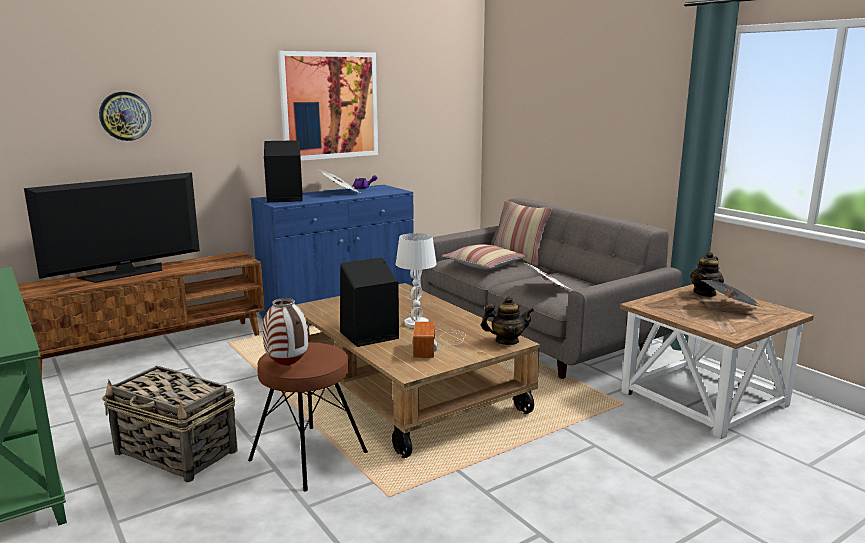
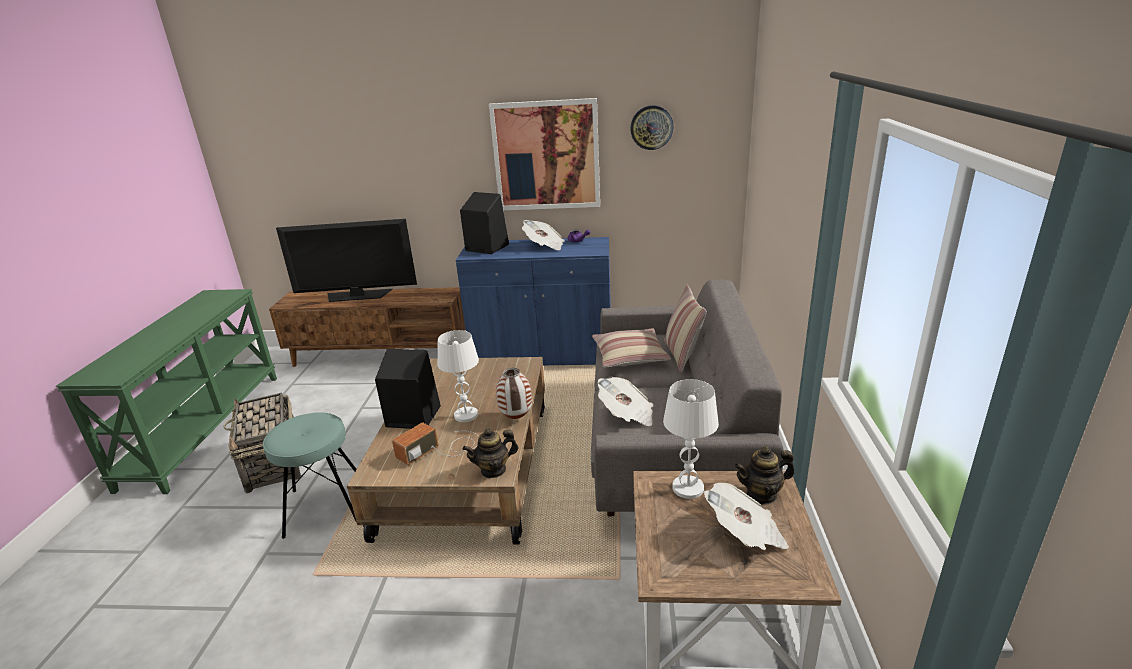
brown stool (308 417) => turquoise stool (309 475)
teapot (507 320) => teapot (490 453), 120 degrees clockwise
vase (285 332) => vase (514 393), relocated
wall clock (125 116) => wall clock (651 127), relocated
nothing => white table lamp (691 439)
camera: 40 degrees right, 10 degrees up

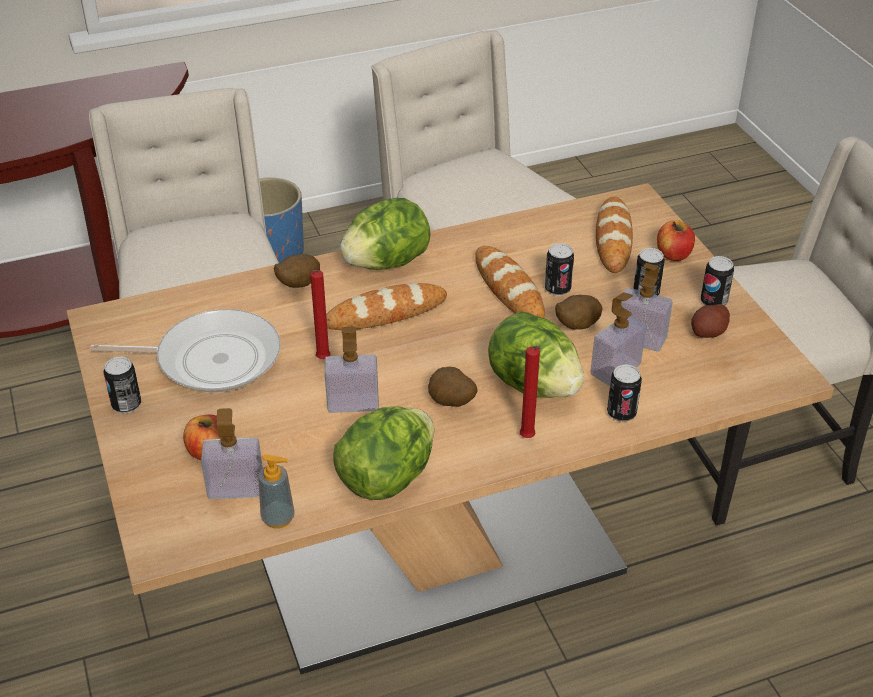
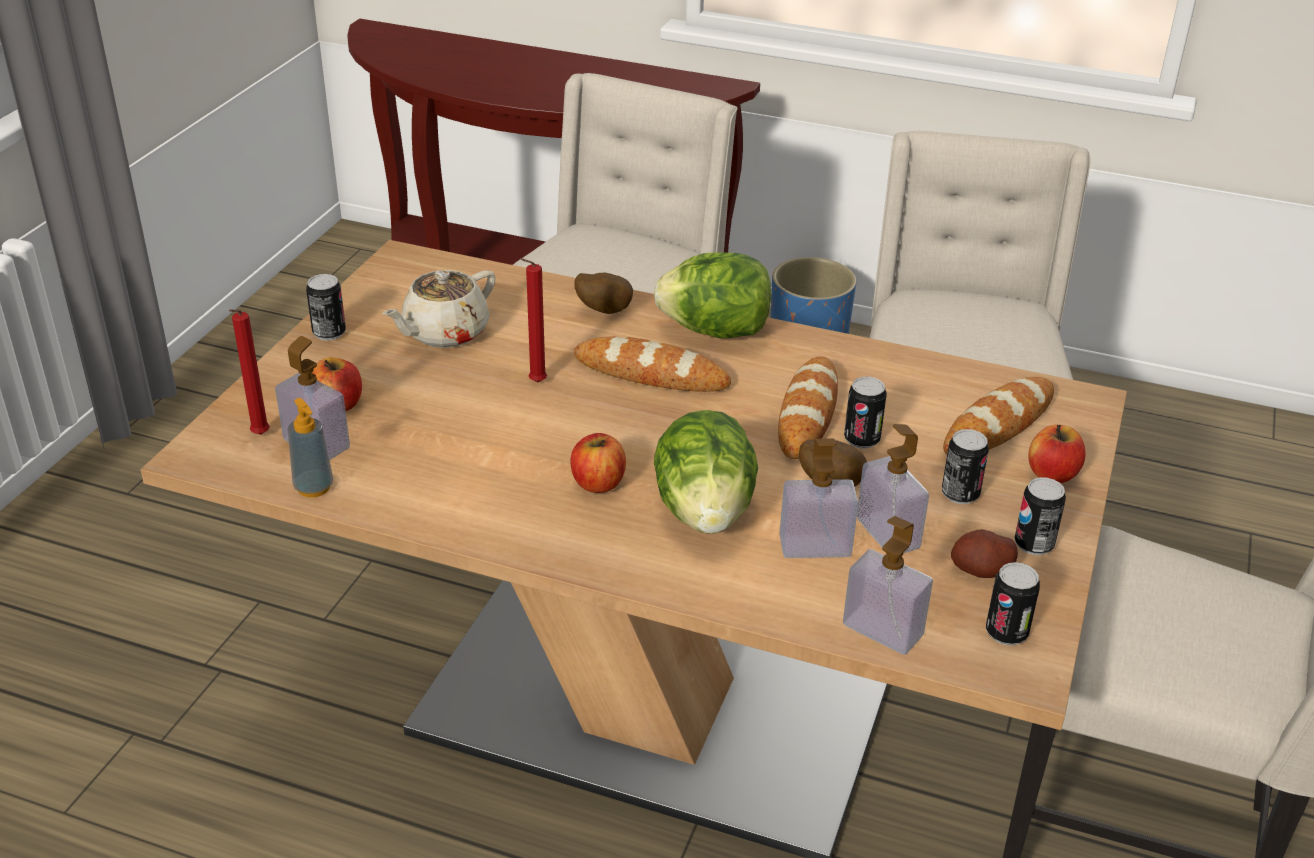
red candle (530 392) => red candle (249 372), relocated
frying pan (185 350) => beige teapot (439 309)
potato (452 387) => apple (598 463)
soap dispenser (352 370) => soap dispenser (888 585), relocated
can (624 393) => can (1013 603), relocated
lettuce (383 453) => nothing
camera: 40 degrees right, 5 degrees down

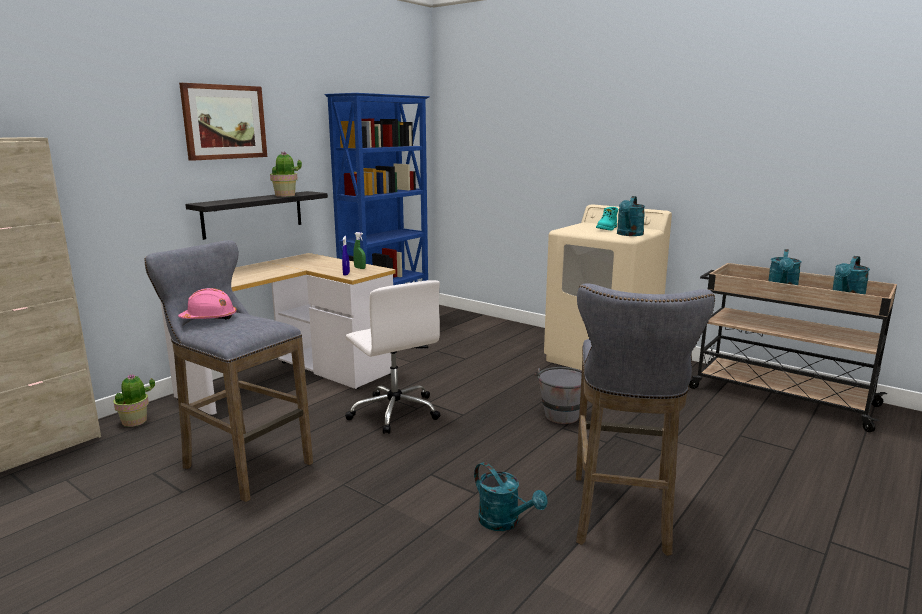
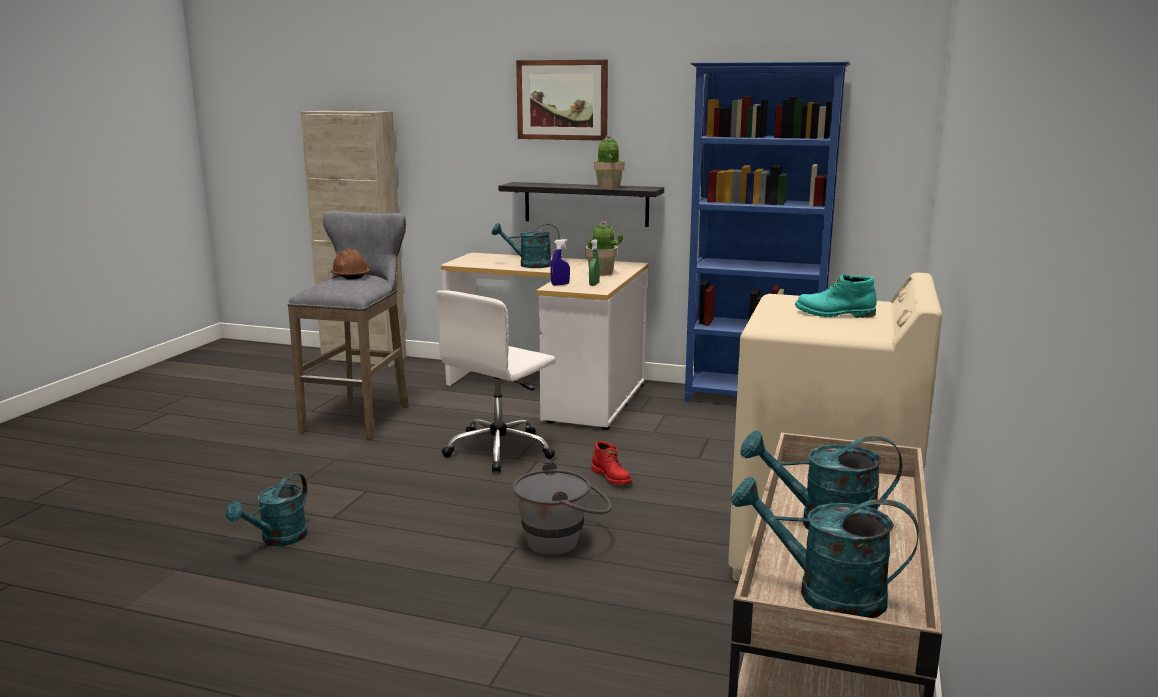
pink hard hat (207 304) => brown hard hat (349 264)
turquoise watering can (631 216) => turquoise watering can (526 245), relocated
potted plant (134 400) => potted plant (604 249), relocated
nothing => red boot (611 462)
grey stool (645 419) => nothing
camera: 70 degrees right, 0 degrees up

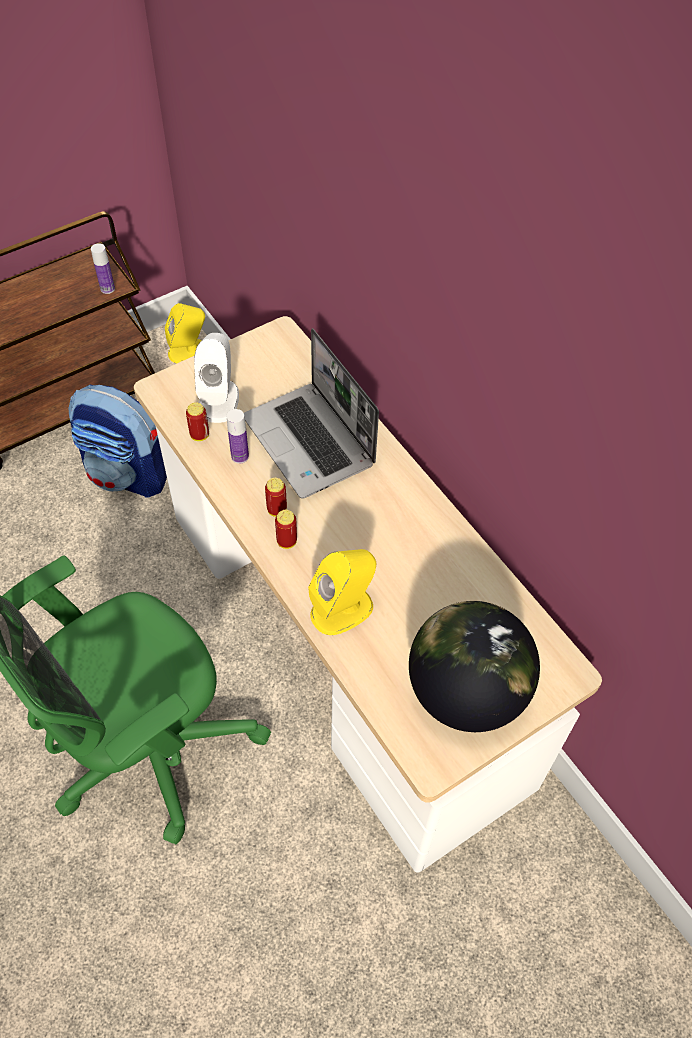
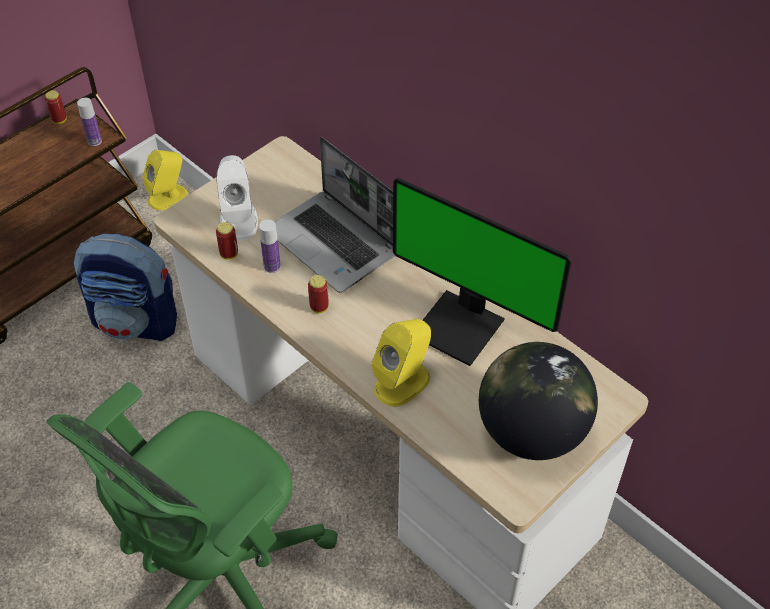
can (286 529) => can (56 107), relocated
nothing => monitor (482 272)
camera: 10 degrees left, 5 degrees down

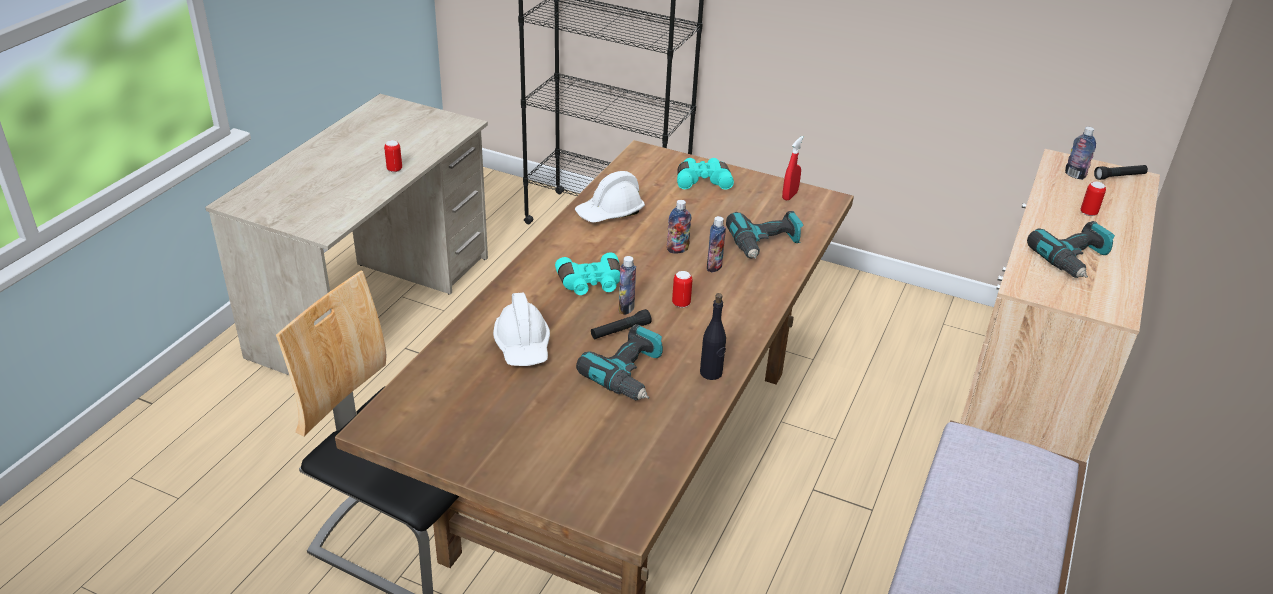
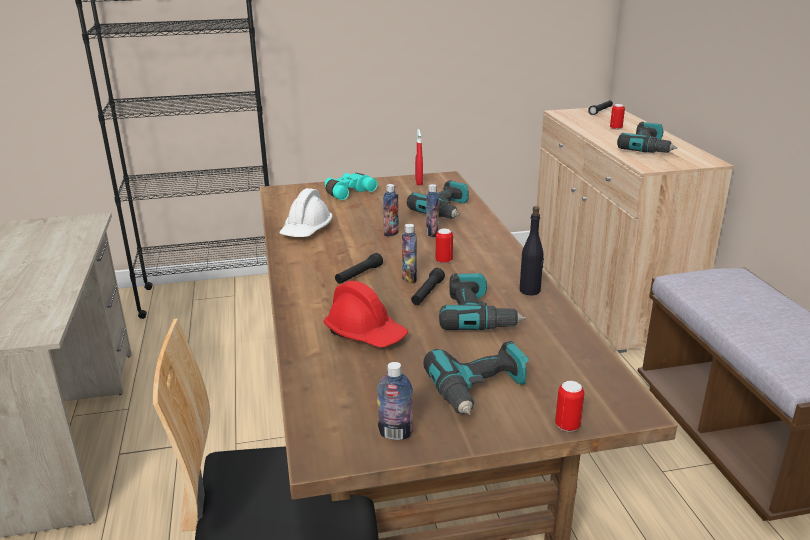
white hard hat (521 329) => red hard hat (365 314)
turquoise binoculars (587 273) => black flashlight (359 268)
bottle (1080 153) => bottle (395 401), relocated
nothing => power drill (476 378)
can (393 156) => can (569 406), relocated
camera: 35 degrees left, 10 degrees down

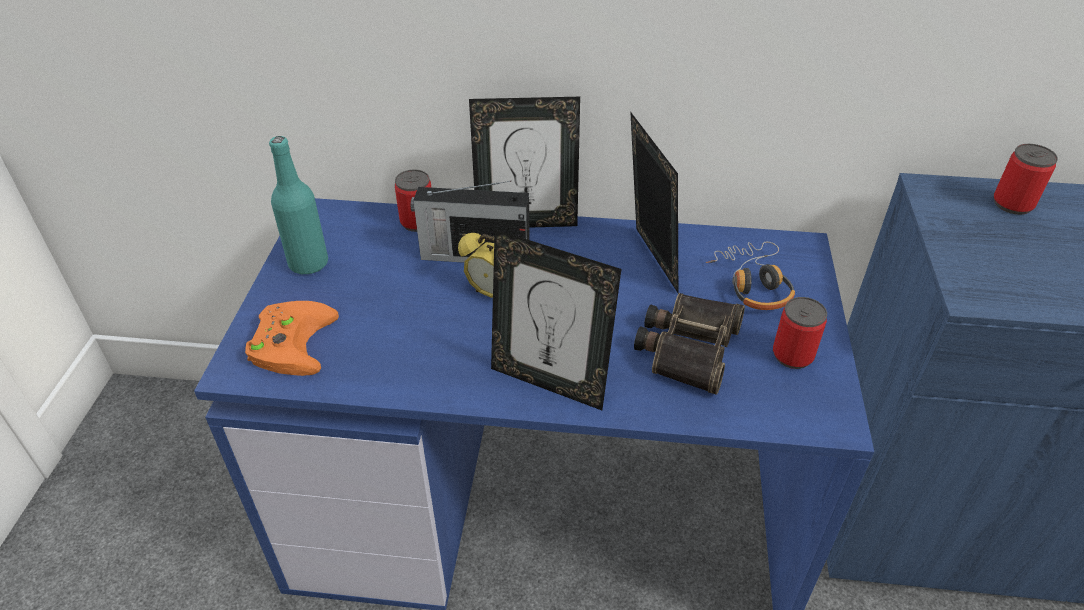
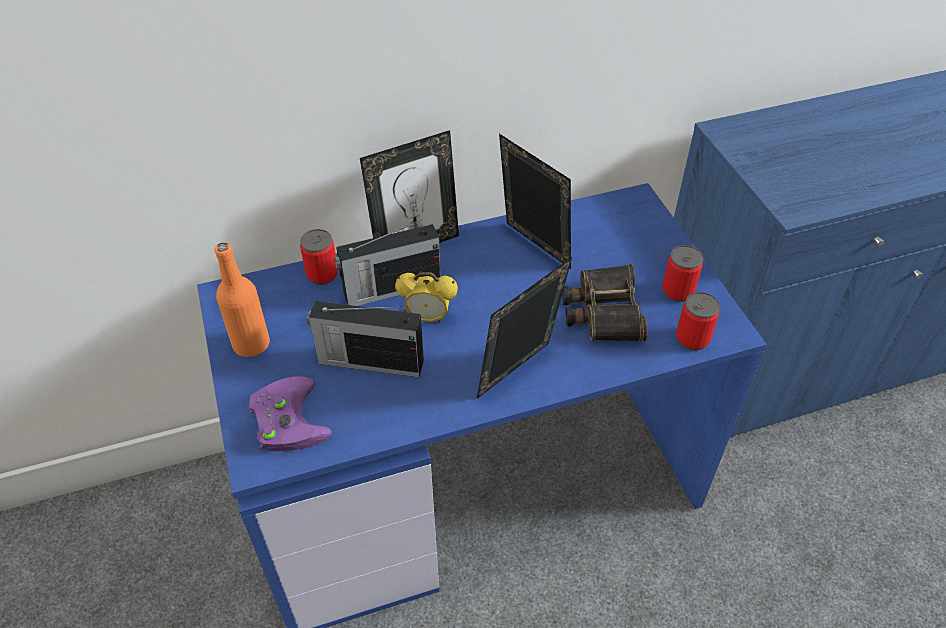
turquoise bottle (298 205) => orange bottle (242 299)
orange game controller (292 338) => purple game controller (290 413)
nothing => radio (365 339)
picture frame (556 320) => picture frame (524 328), 135 degrees clockwise
can (1026 179) => can (698 321), relocated
headphones (750 276) => nothing
camera: 25 degrees left, 5 degrees up

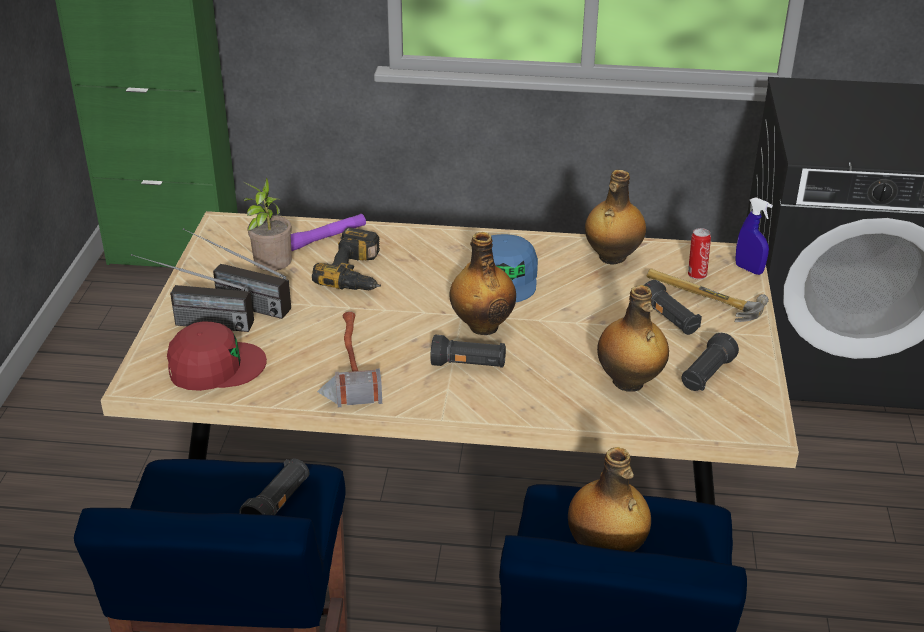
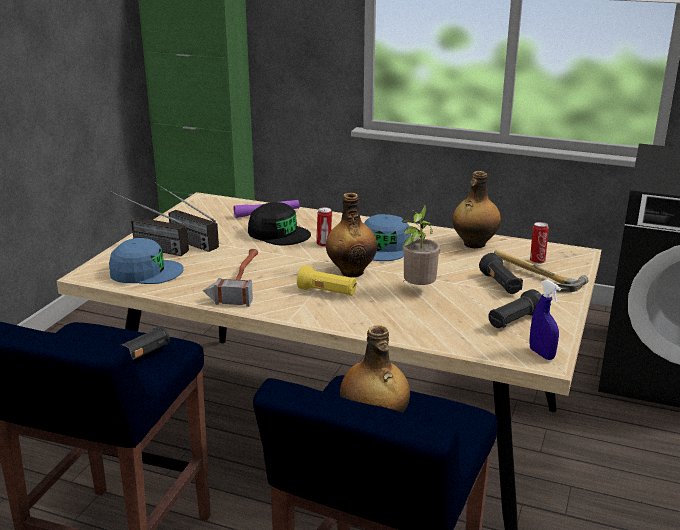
red cap (217 356) => blue cap (146 261)
power drill (346 258) => black cap (279 223)
black flashlight (468 351) => yellow flashlight (327 280)
nothing => can (324 227)
potted plant (267 224) => potted plant (421 245), relocated
blue spray bottle (754 236) => blue spray bottle (545 319), relocated
bottle (633 338) => nothing
camera: 15 degrees right, 10 degrees down

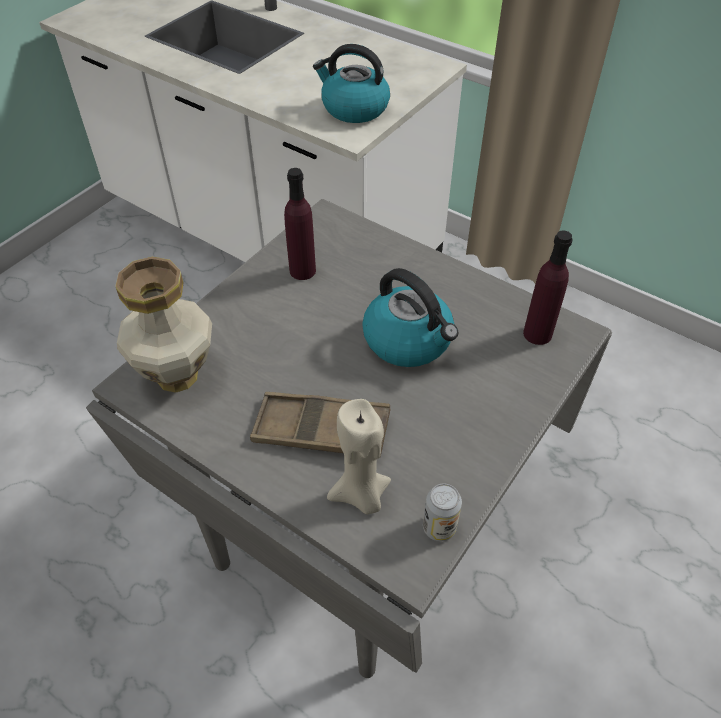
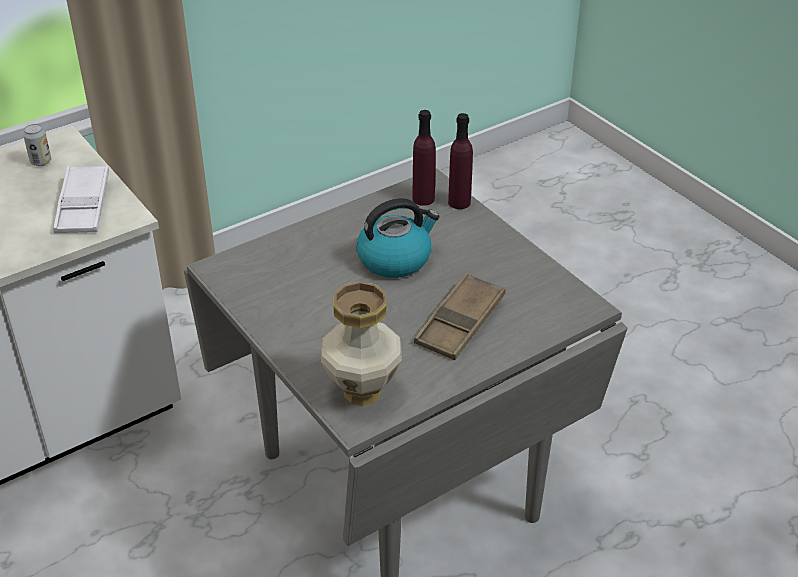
can (442 512) => can (37 145), relocated
kettle (351 83) => white tray (81 199)
purple bottle (300 224) => purple bottle (460 161), relocated
beige candle (359 457) => nothing
camera: 70 degrees left, 10 degrees down

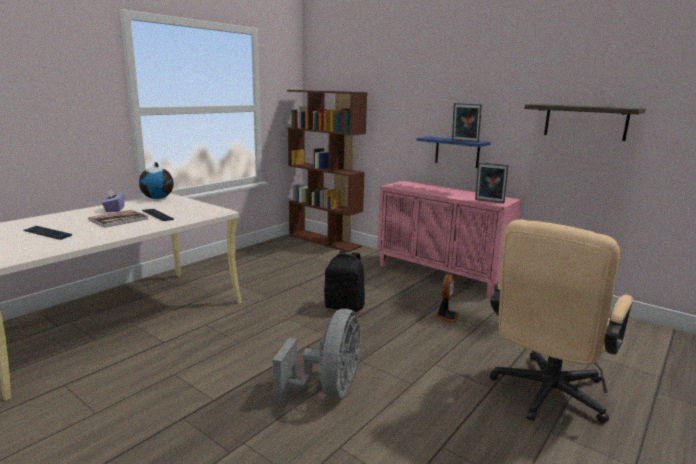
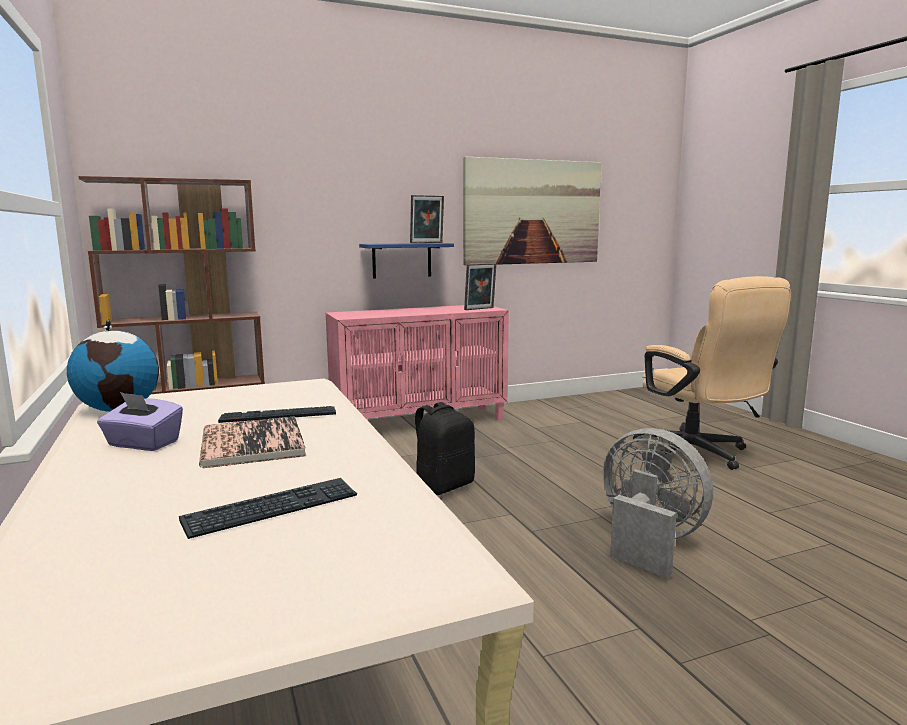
shelf (585 122) => picture (532 210)
fan (447 299) => nothing
camera: 60 degrees left, 5 degrees down

